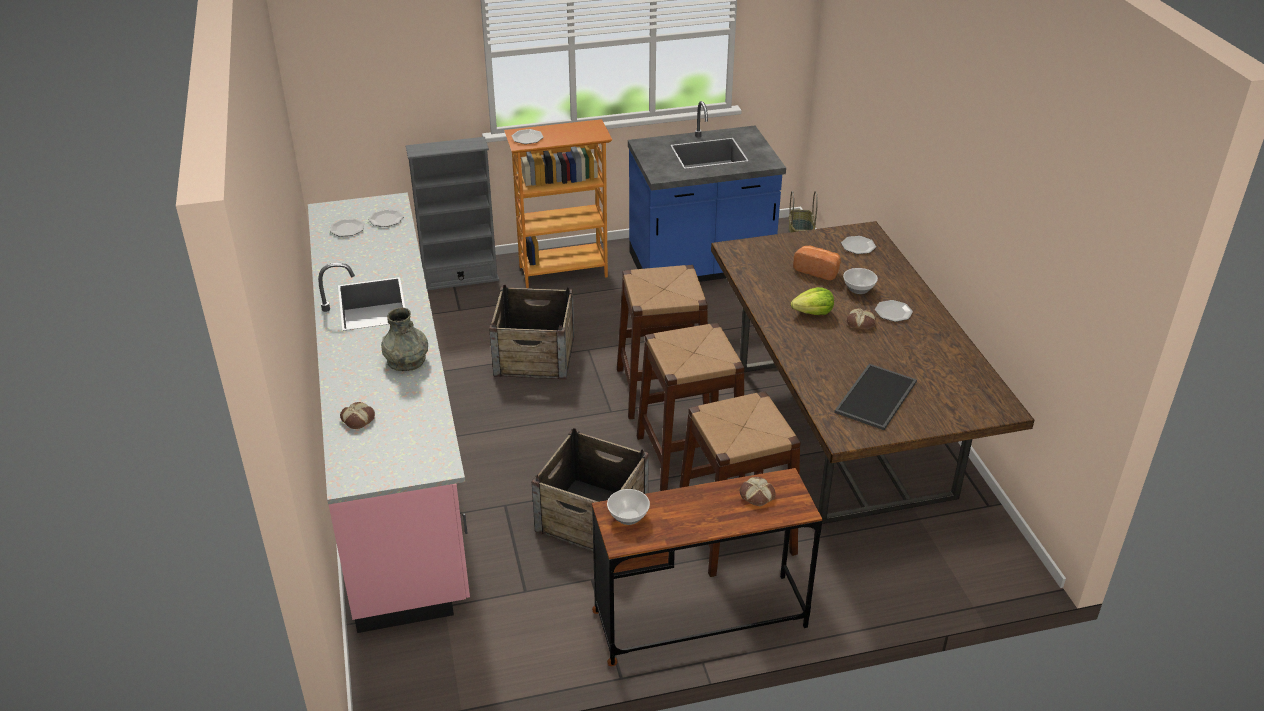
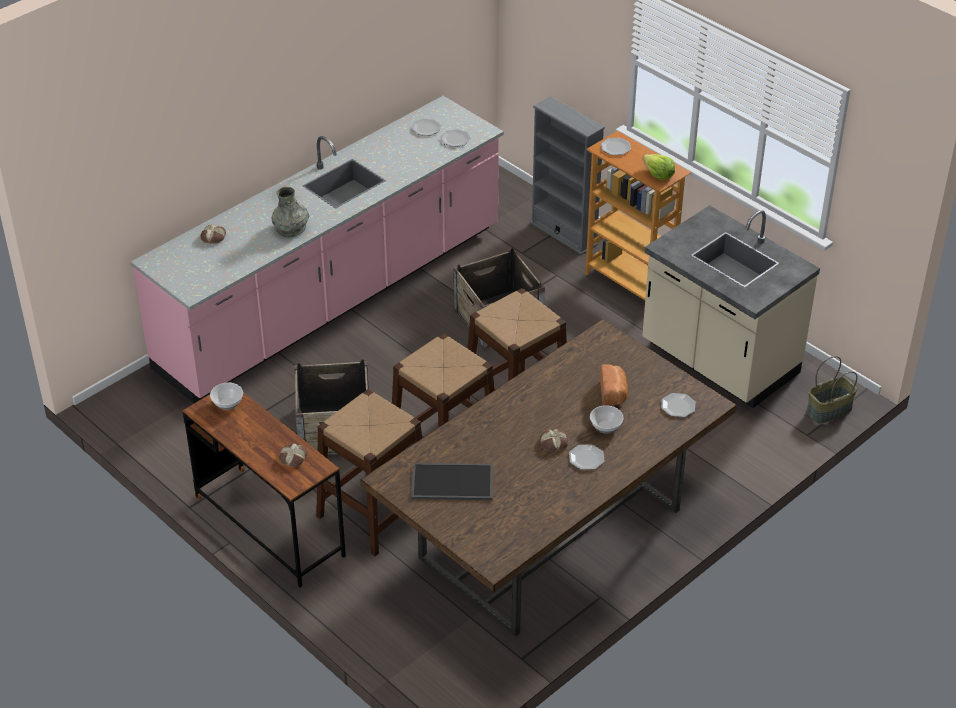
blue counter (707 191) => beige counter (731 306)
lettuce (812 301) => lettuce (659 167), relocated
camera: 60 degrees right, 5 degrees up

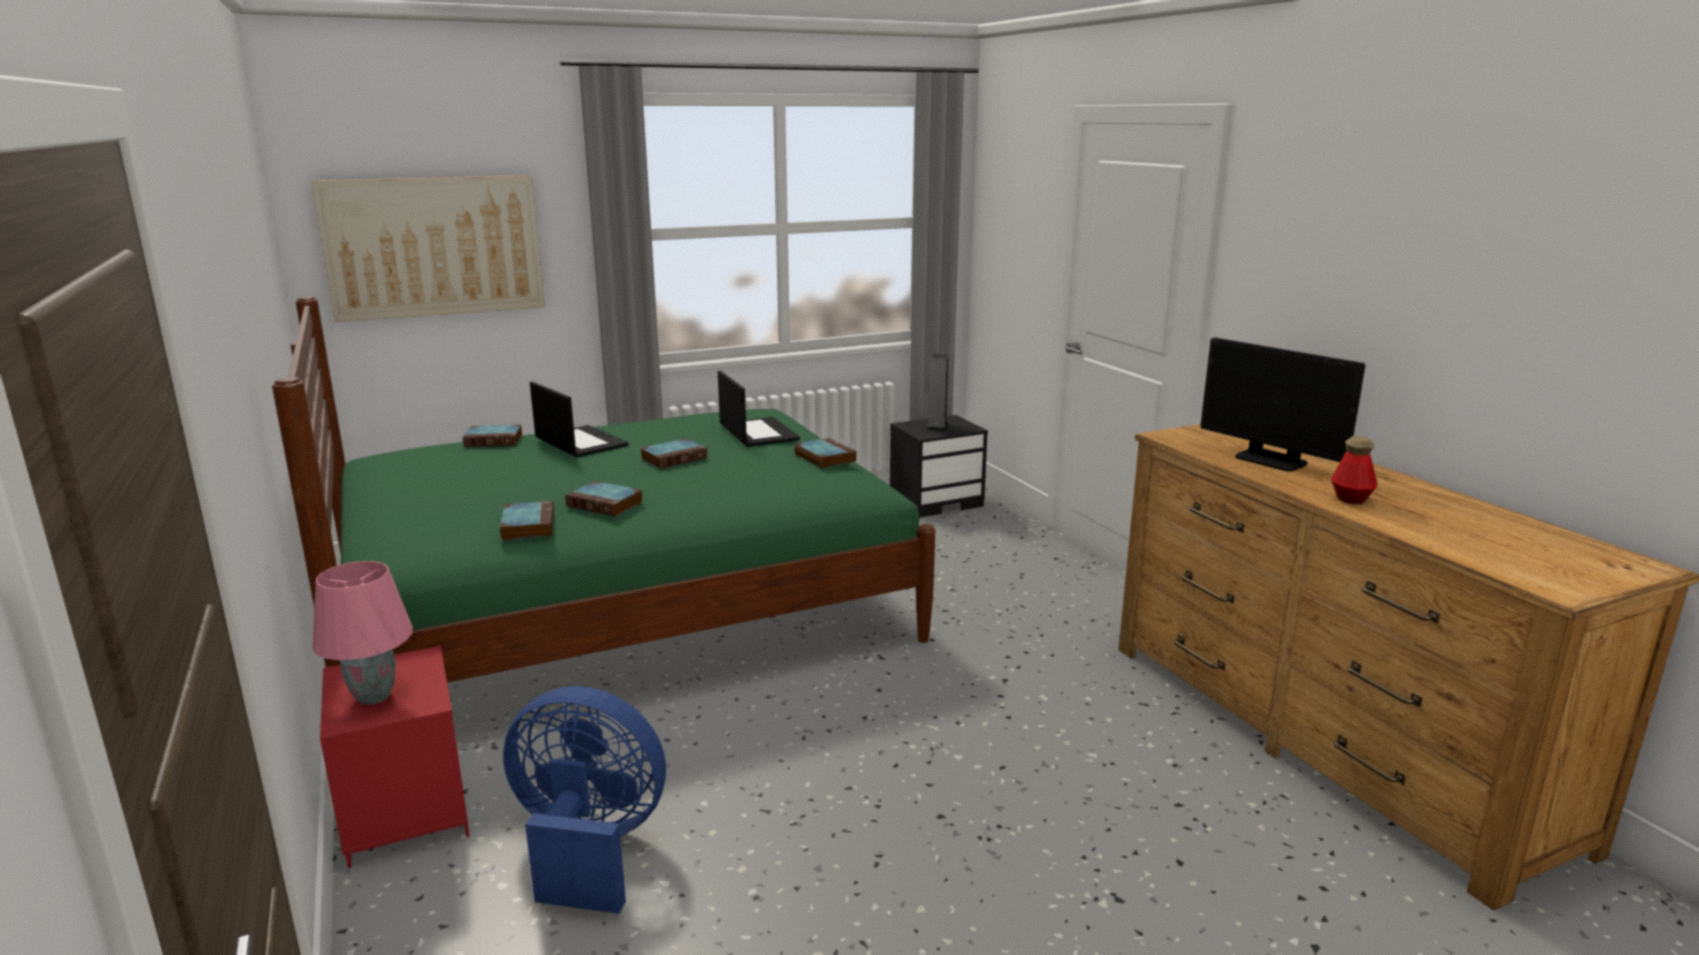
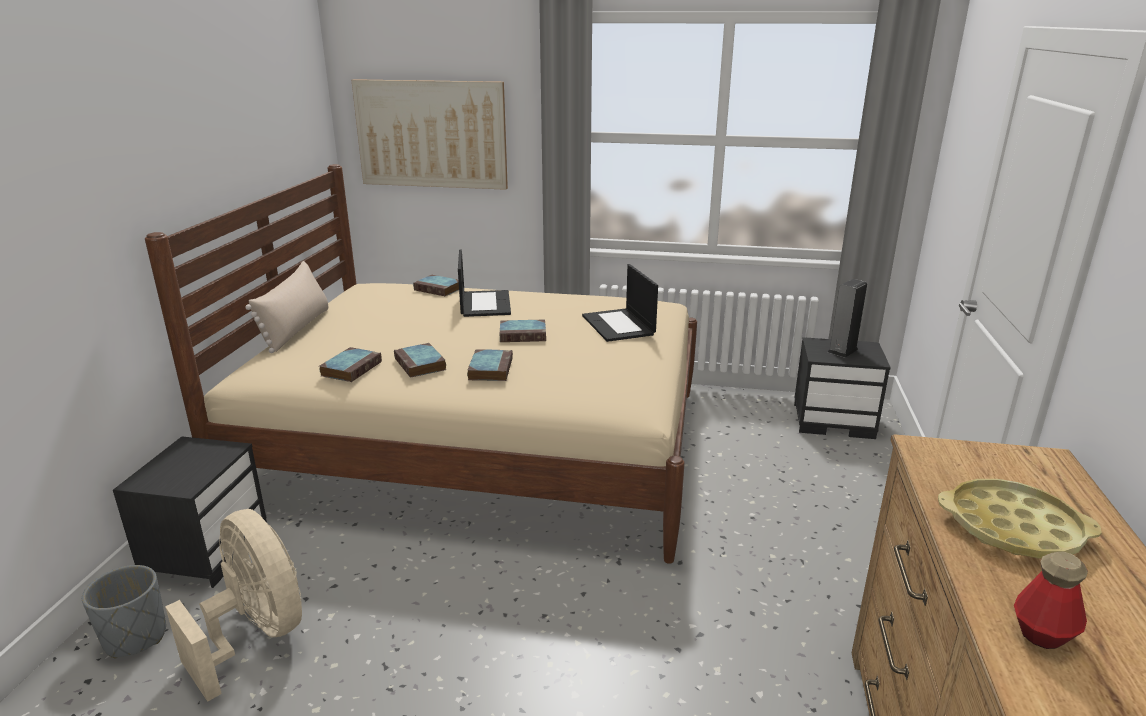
nothing => grey planter (124 612)
red nightstand (394 757) => black nightstand (190 512)
green bed (603 489) => beige bed (421 364)
blue fan (584 800) => beige fan (233 605)
nothing => beige pillow (286 307)
book (825 453) => book (490 365), relocated
laptop (759 409) => laptop (620 303), 150 degrees clockwise
monitor (1283 404) => yellow tray (1020 519)
pink table lamp (363 633) => nothing
camera: 35 degrees right, 5 degrees up

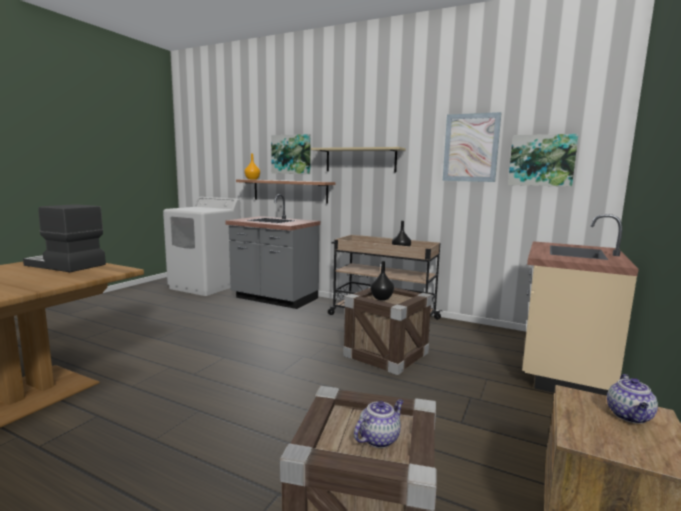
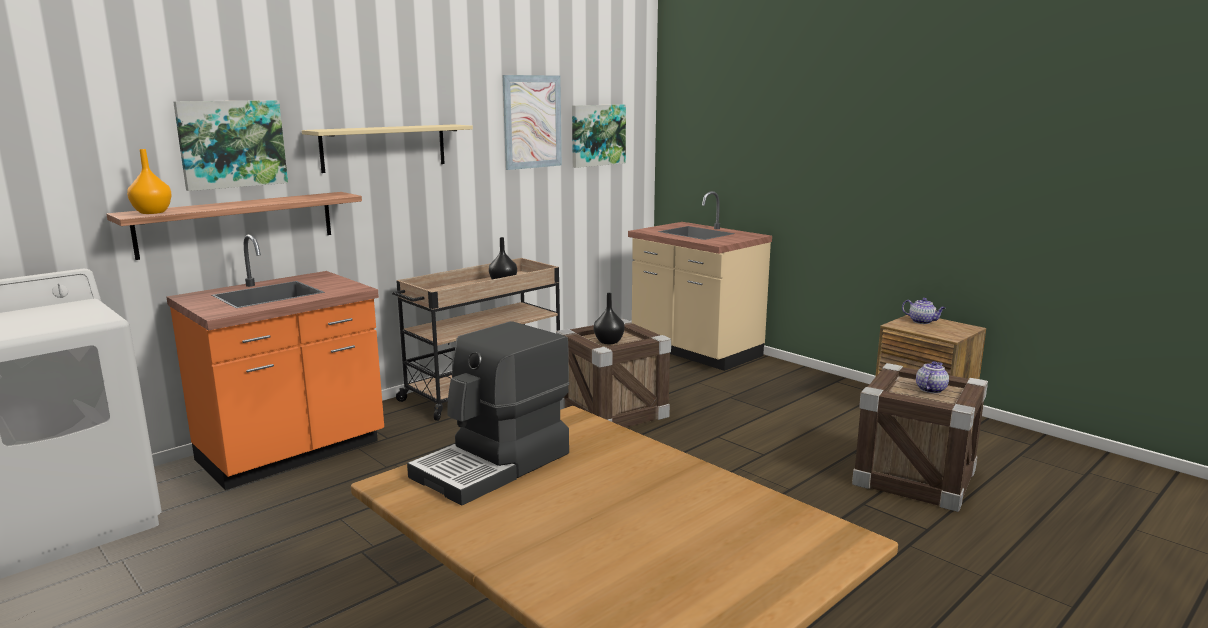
grey counter (272 251) => orange counter (275 362)
teapot (379 423) => teapot (932 377), 60 degrees clockwise
camera: 70 degrees left, 5 degrees up

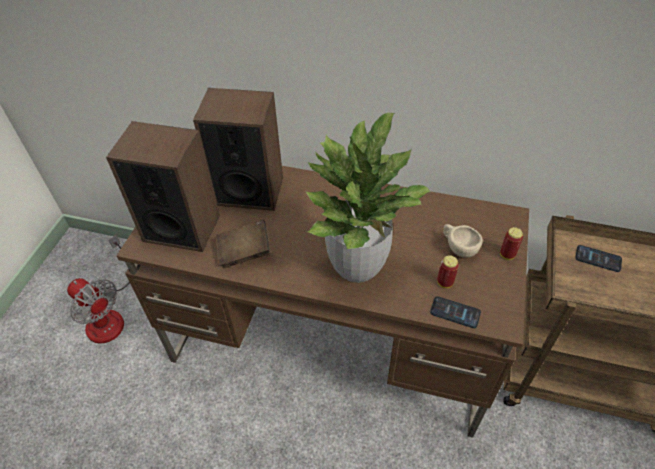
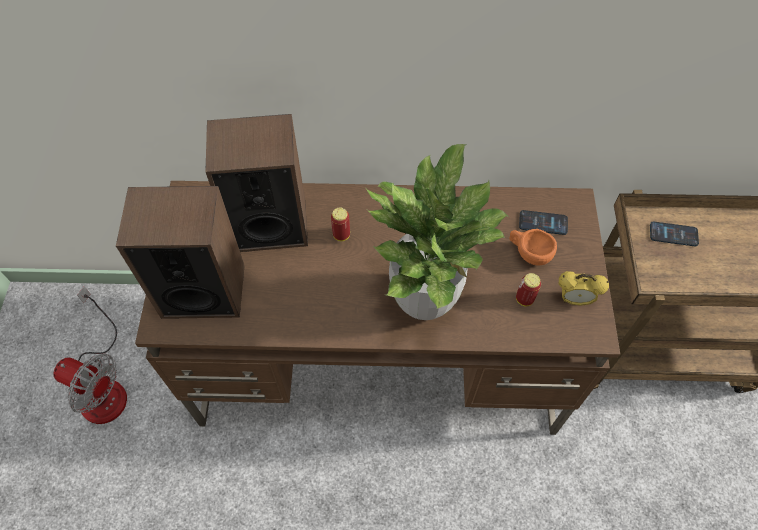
can (511 243) => can (340 224), relocated
beige cup (463 241) => orange cup (533 247)
phone (455 312) => phone (543 222), relocated
nothing => alarm clock (584 288)
brown book (243 243) => nothing
camera: 15 degrees left, 10 degrees up

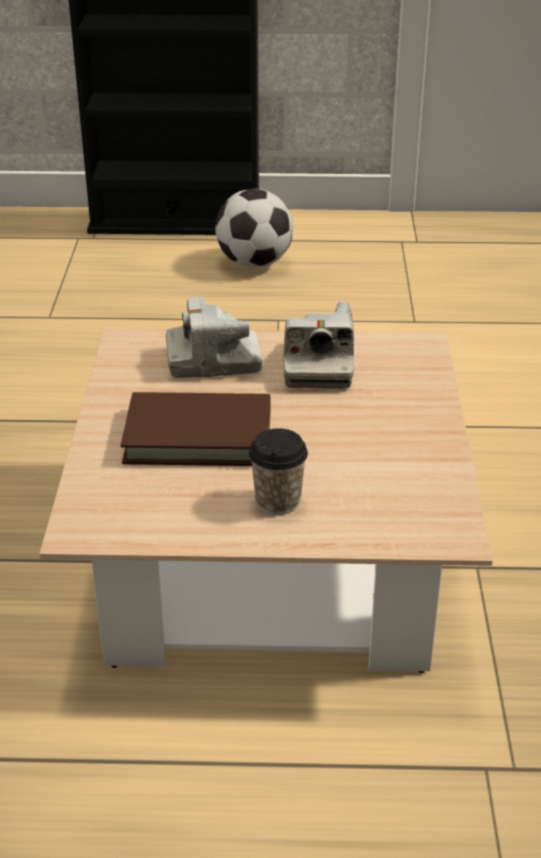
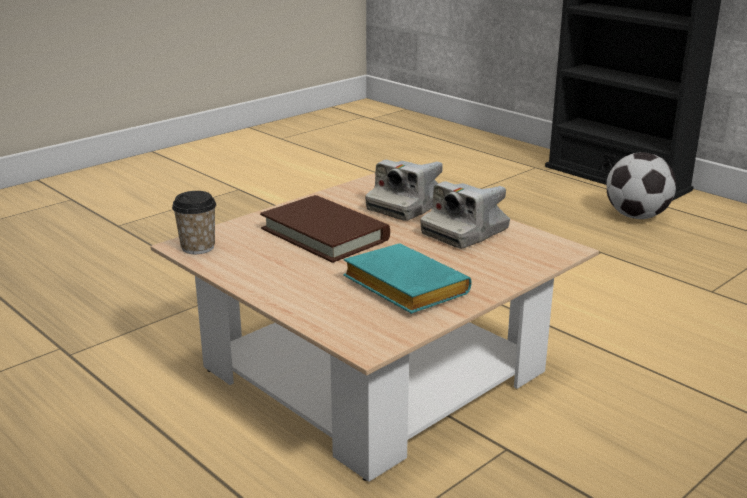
cup (278 471) => cup (194 222), relocated
nothing => turquoise book (407 278)
photo camera (214 337) => photo camera (404 190), 90 degrees counterclockwise
camera: 45 degrees right, 10 degrees down

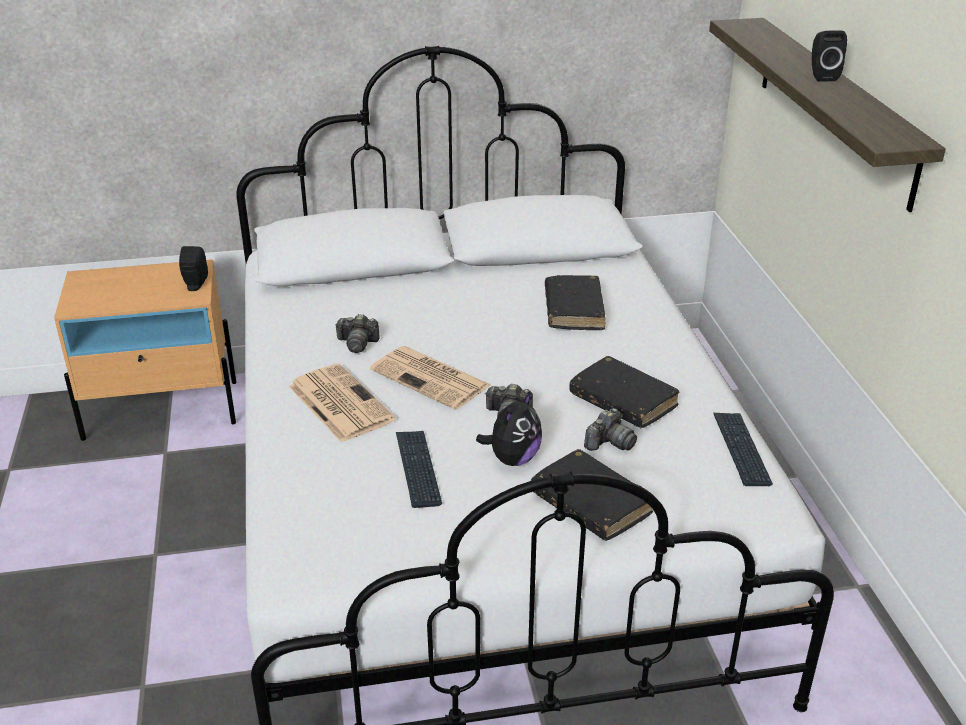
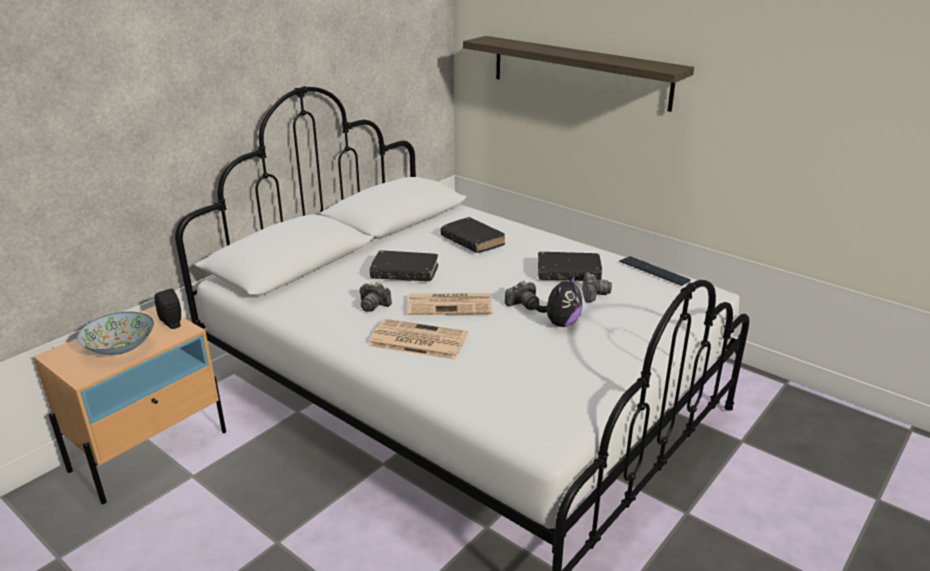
nothing => bowl (115 333)
photo camera (357 333) => photo camera (376 297), 60 degrees clockwise
black book (592 495) => black book (403 265), relocated
plush toy (509 428) => plush toy (558 300), 45 degrees clockwise
keyboard (419 469) => nothing
black speaker (829 56) => nothing
camera: 40 degrees left, 5 degrees down

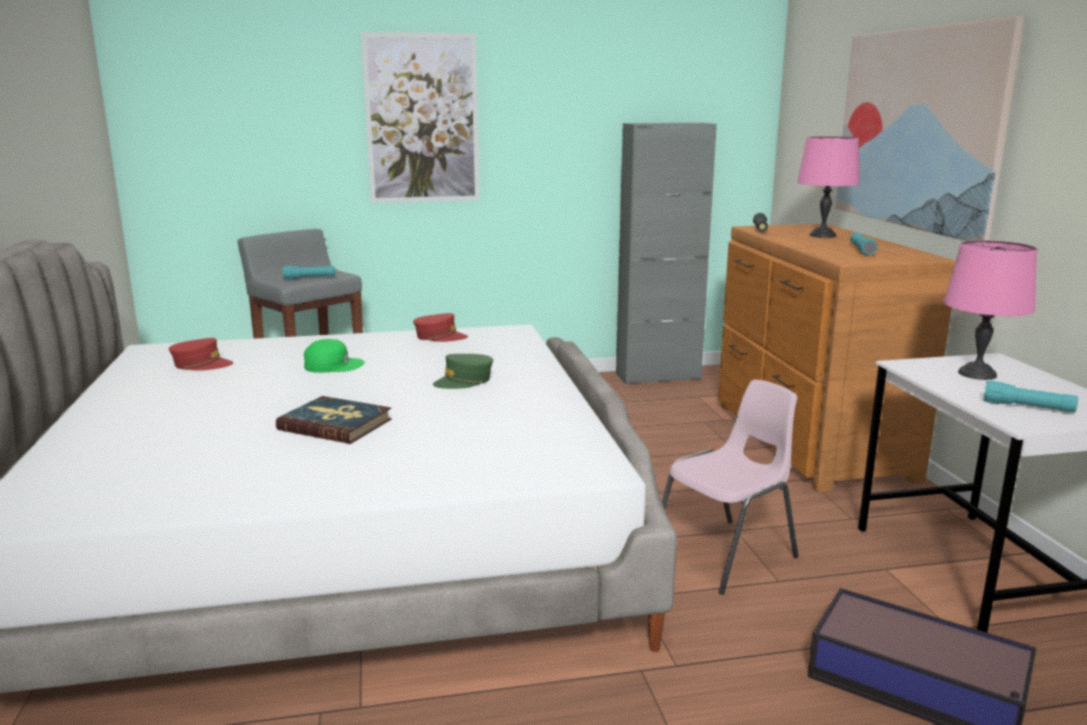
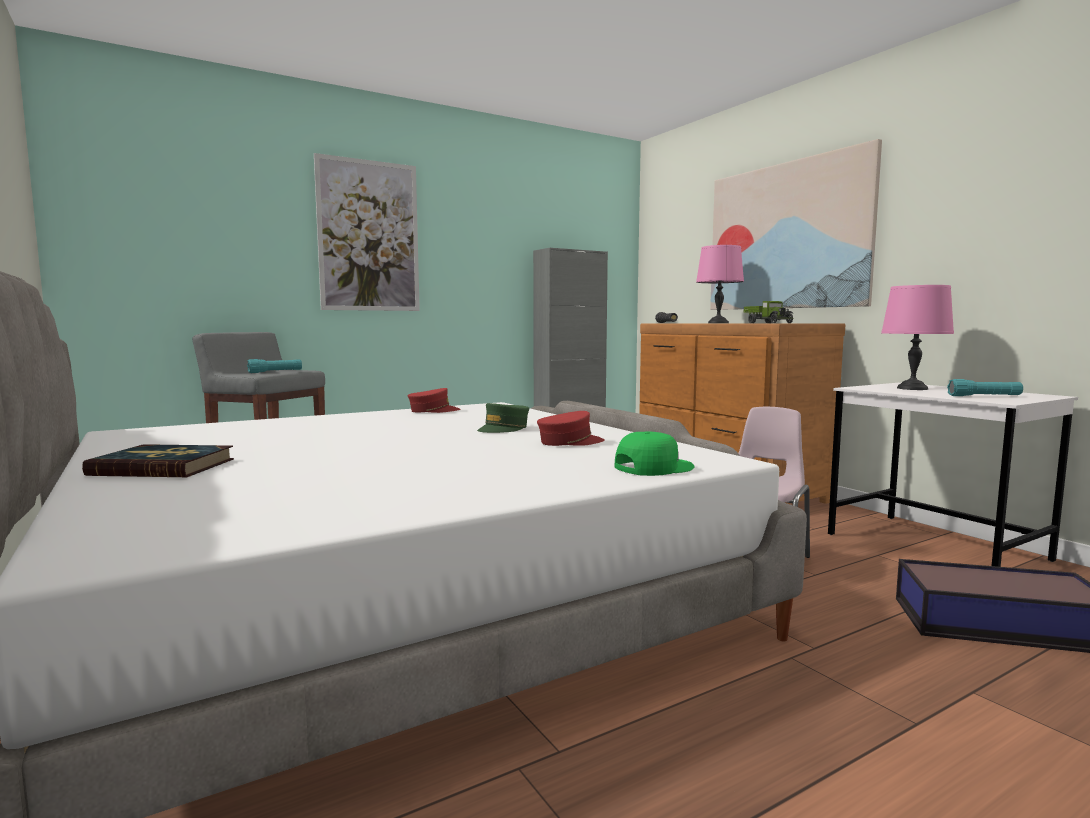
book (334 420) => book (158 460), relocated
red cap (201 354) => red cap (571 428), relocated
green cap (334 356) => green cap (655 454), relocated
turquoise flashlight (864 243) => toy truck (768 312)
camera: 20 degrees left, 10 degrees down

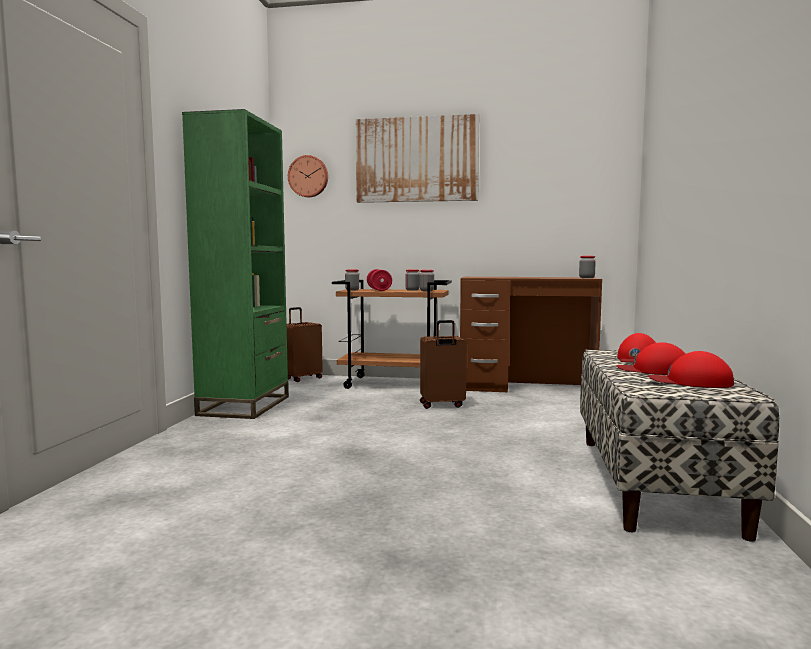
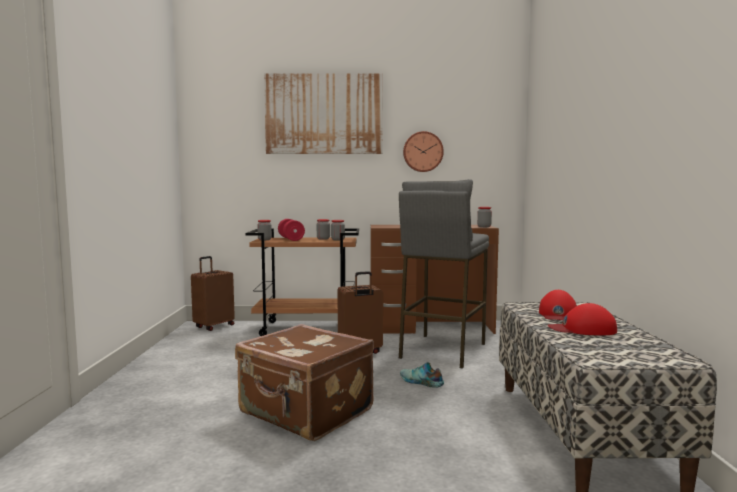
nothing => brown suitcase (304 382)
nothing => grey stool (444 274)
nothing => shoe (422 375)
wall clock (308 176) => wall clock (423 151), relocated
green bookcase (235 264) => nothing
red cap (691 369) => nothing
camera: 10 degrees left, 0 degrees up

